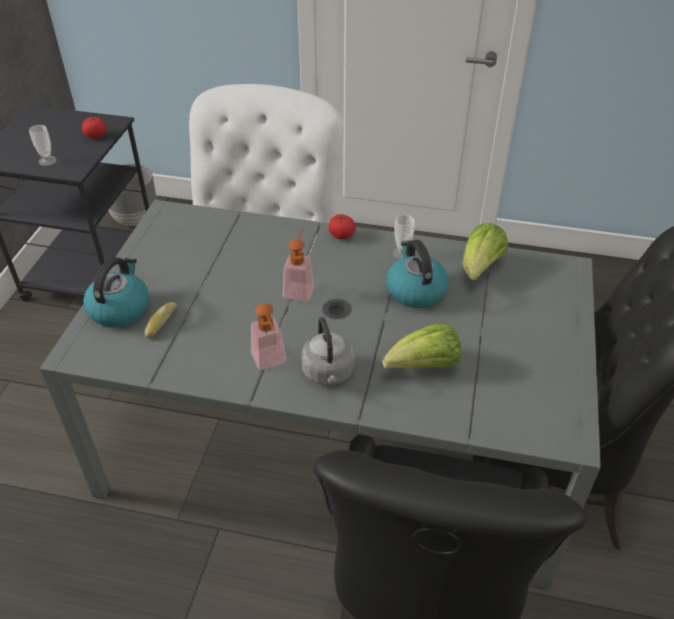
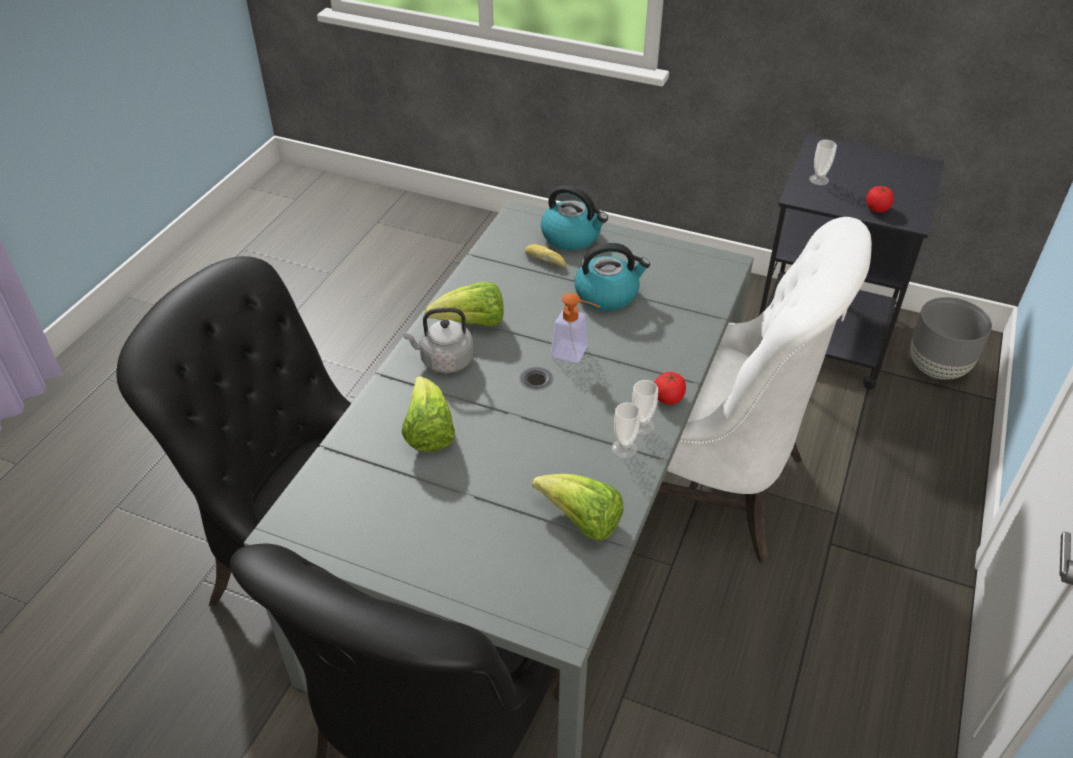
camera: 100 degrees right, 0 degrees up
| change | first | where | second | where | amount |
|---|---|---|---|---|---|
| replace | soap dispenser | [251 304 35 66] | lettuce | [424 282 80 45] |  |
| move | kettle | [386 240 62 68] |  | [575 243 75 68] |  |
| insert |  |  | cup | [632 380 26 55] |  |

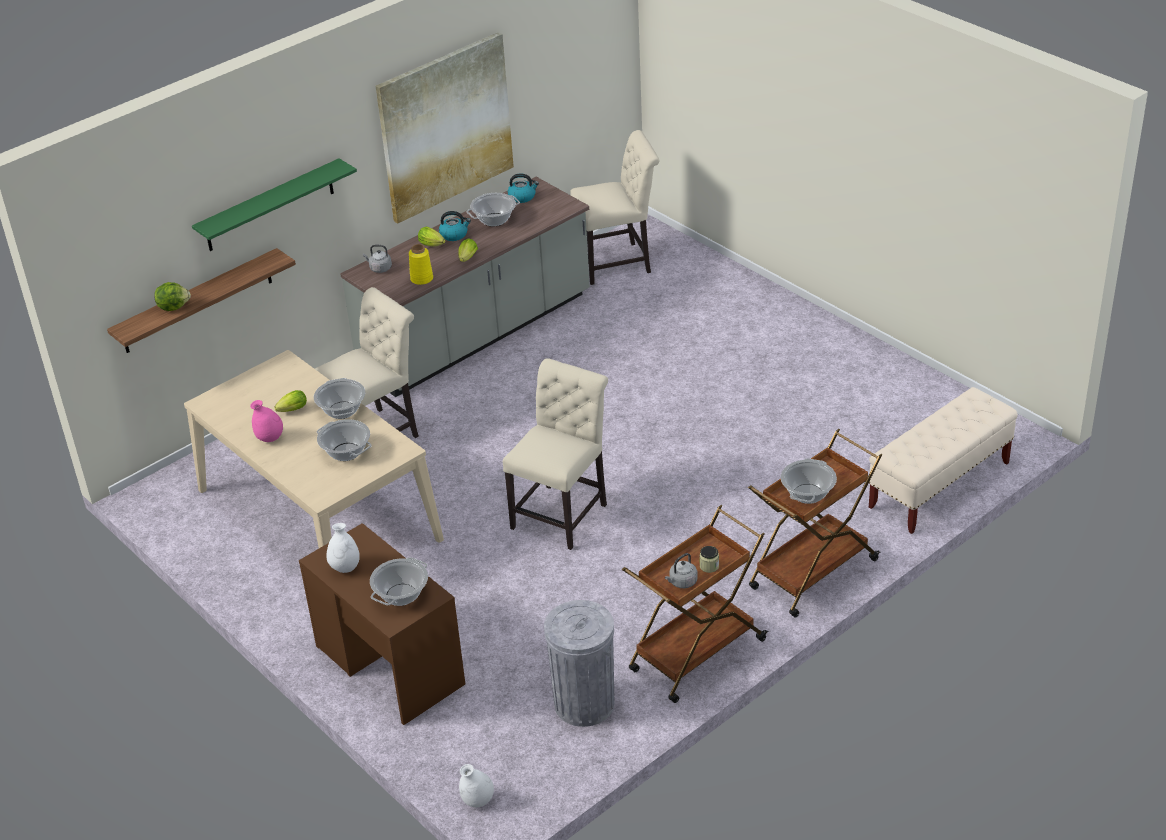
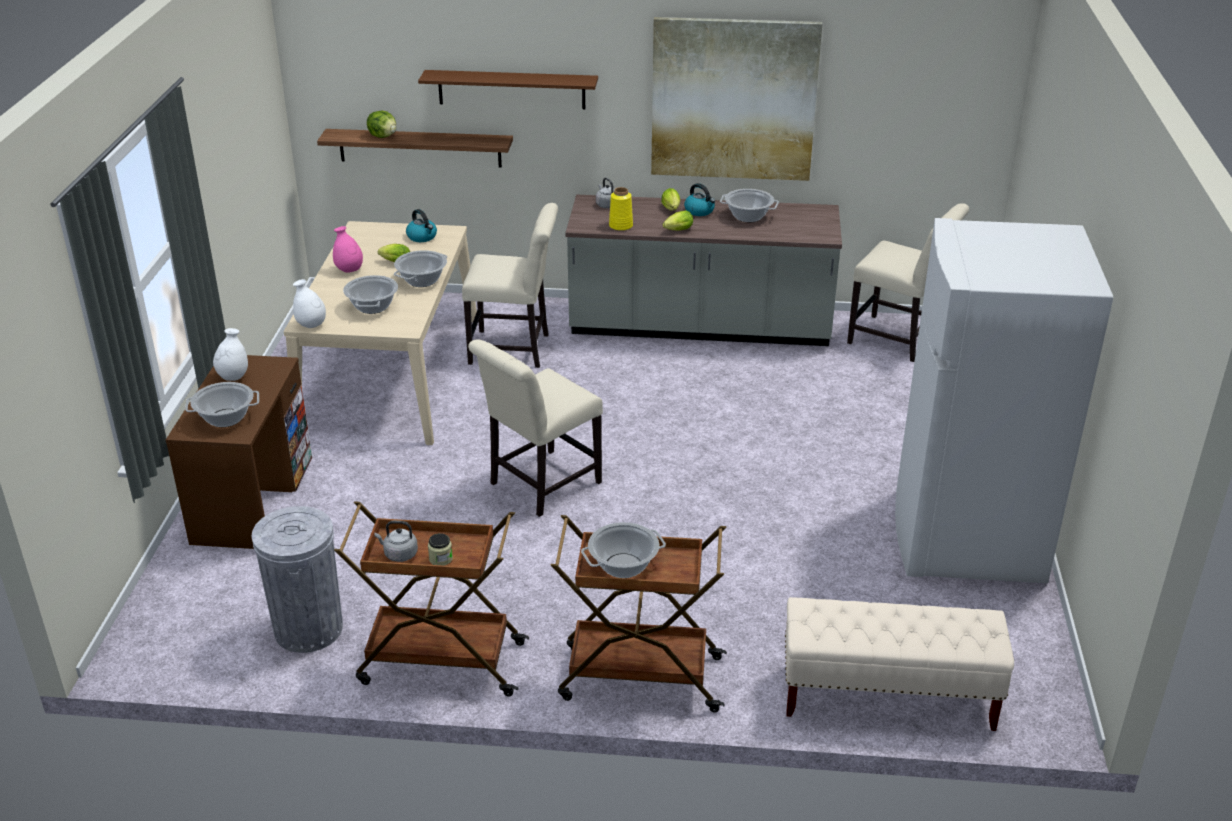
camera: 45 degrees right, 5 degrees down
| change | first | where | second | where | amount |
|---|---|---|---|---|---|
| recolor | green shelf | [192 158 165 93] | brown shelf | [418 70 180 39] |  |
| move | white vase | [459 764 35 43] |  | [293 279 33 49] |  |
| rotate | beige chair | [503 358 105 192] |  | [468 339 135 178] | 150 degrees clockwise |
| move | kettle | [508 173 31 30] |  | [406 209 31 33] |  |
| insert |  |  | white fridge | [895 218 218 365] |  |

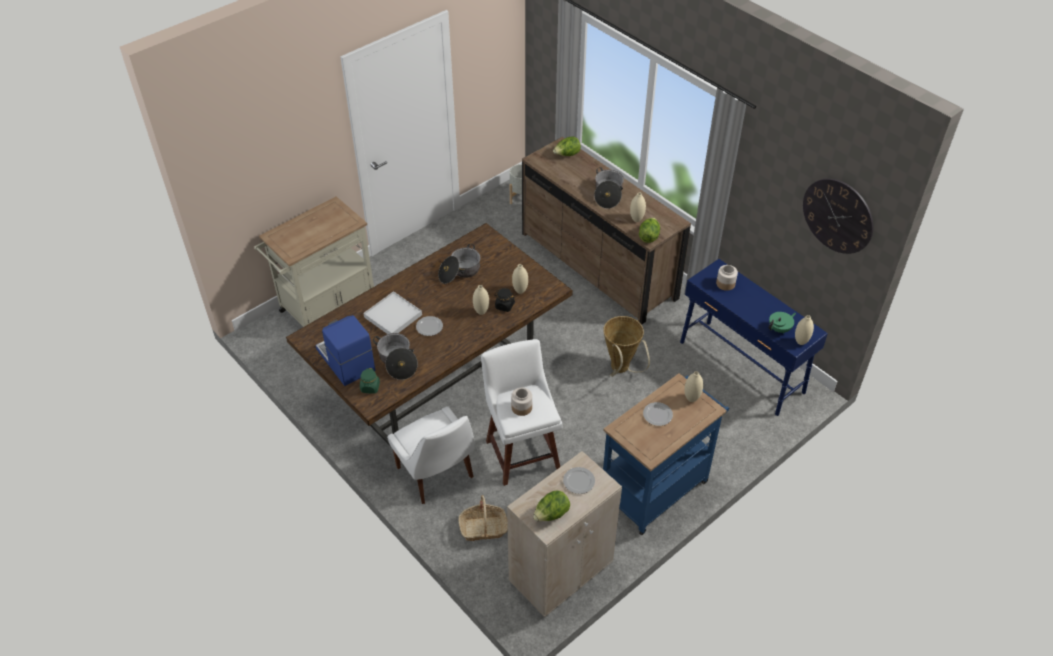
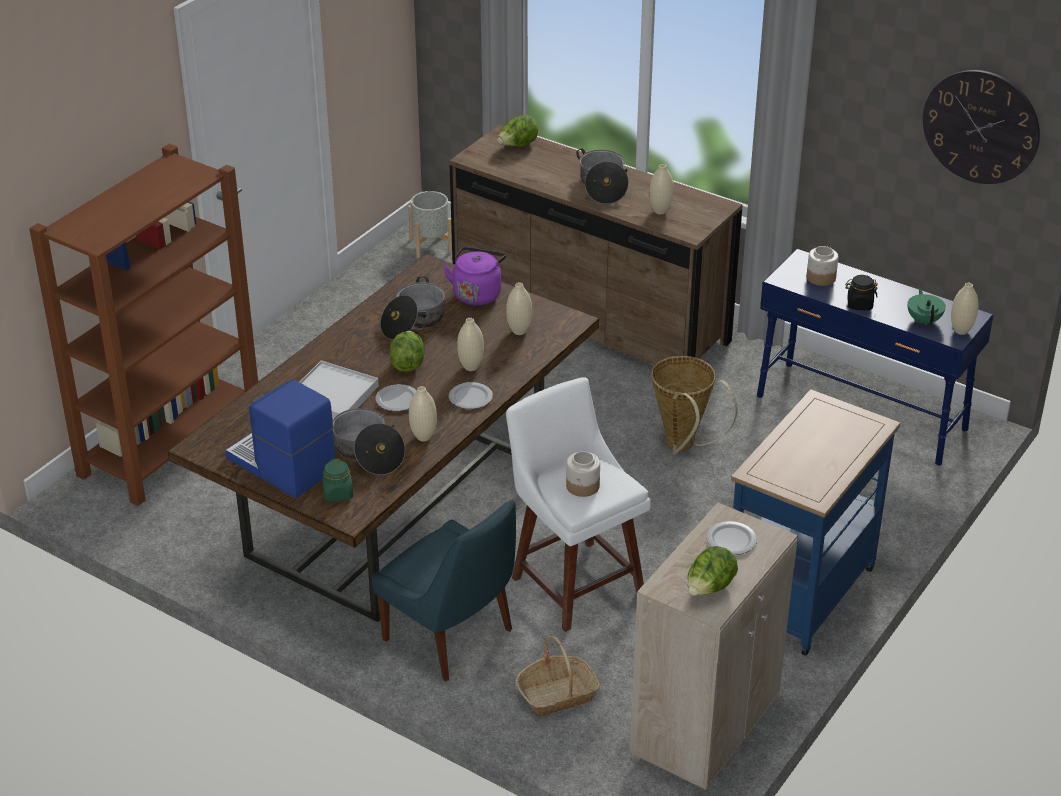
camera: 15 degrees left, 10 degrees down
| change | first | where | second | where | amount |
|---|---|---|---|---|---|
| replace | beige cart | [254 196 120 131] | brown bookcase | [29 144 229 362] |  |
| recolor | white chair | [387 406 87 98] | blue chair | [372 499 144 182] |  |
| move | black jar | [494 288 21 24] |  | [845 275 33 35] |  |
| move | lettuce | [639 217 21 26] |  | [389 331 36 41] |  |
| move | plate | [643 402 30 24] |  | [449 382 44 27] |  |
| move | beige vase | [684 371 19 31] |  | [409 386 28 56] |  |
| rotate | green teapot | [769 312 27 21] |  | [907 288 39 38] | 45 degrees counterclockwise |
| insert |  |  | purple kettle | [443 247 63 59] |  |

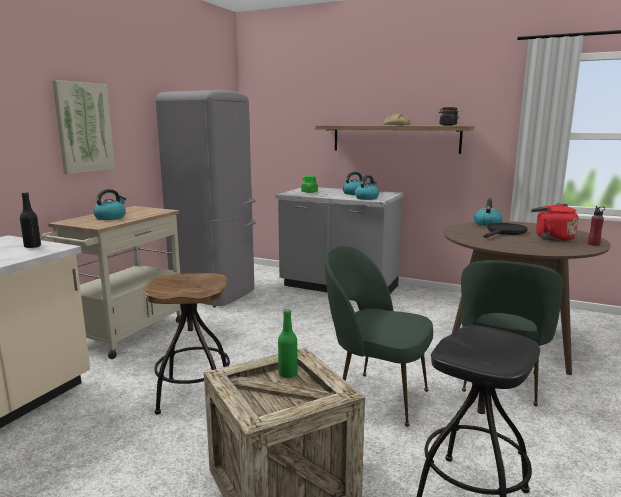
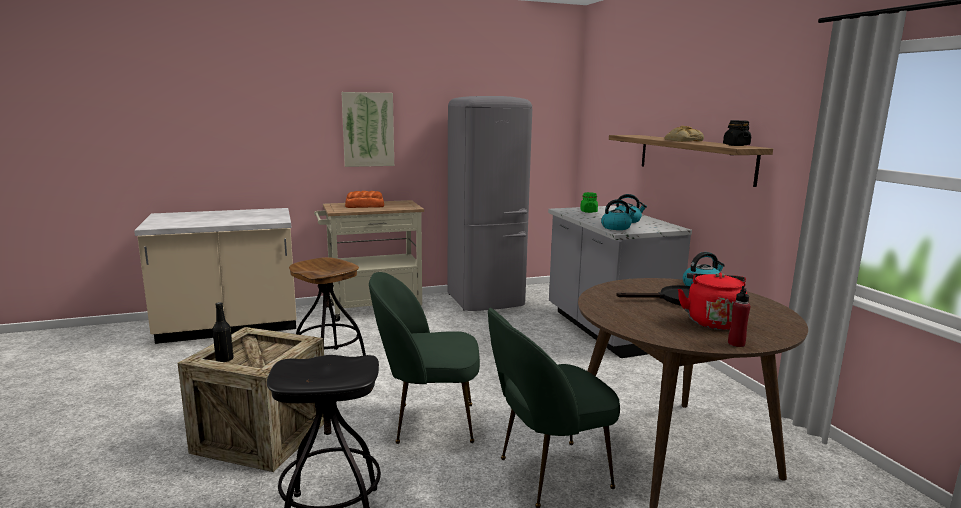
camera: 45 degrees right, 0 degrees up
| change | first | where | second | where | amount |
|---|---|---|---|---|---|
| move | black bottle | [20 192 21 56] |  | [213 302 21 60] |  |
| replace | kettle | [93 189 33 31] | bread | [345 191 39 17] |  |
| delete | green bottle | [278 309 20 69] |  |  |  |
| rotate | green chair | [325 246 108 181] |  | [369 272 111 172] | 75 degrees counterclockwise |

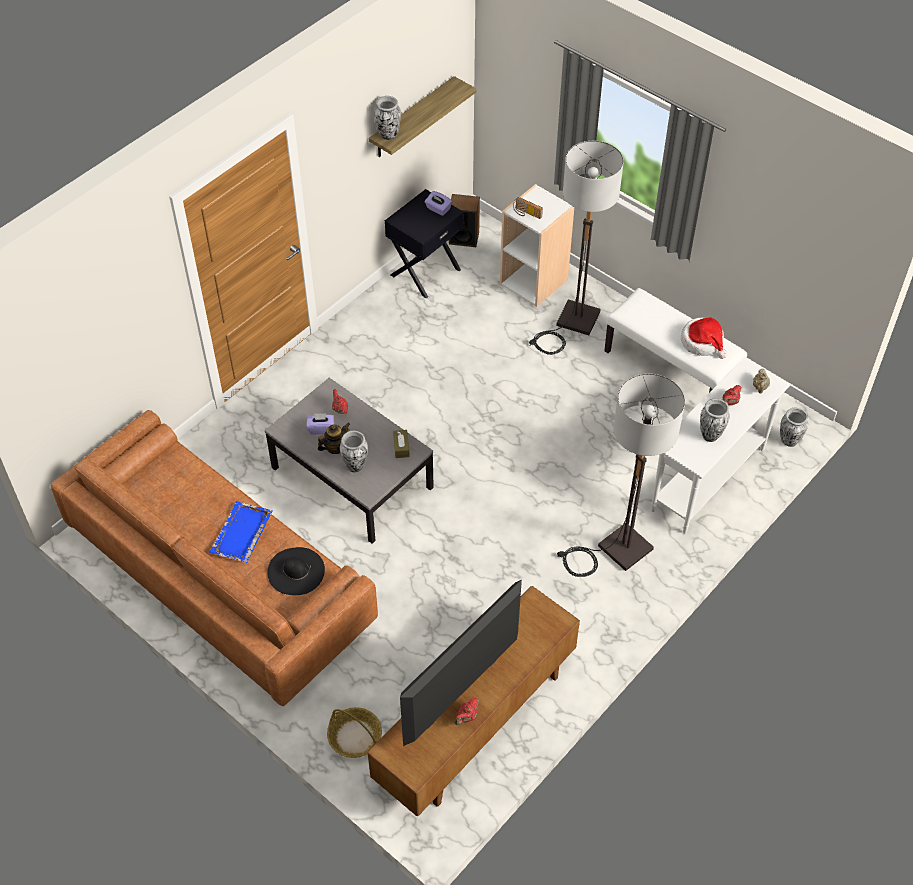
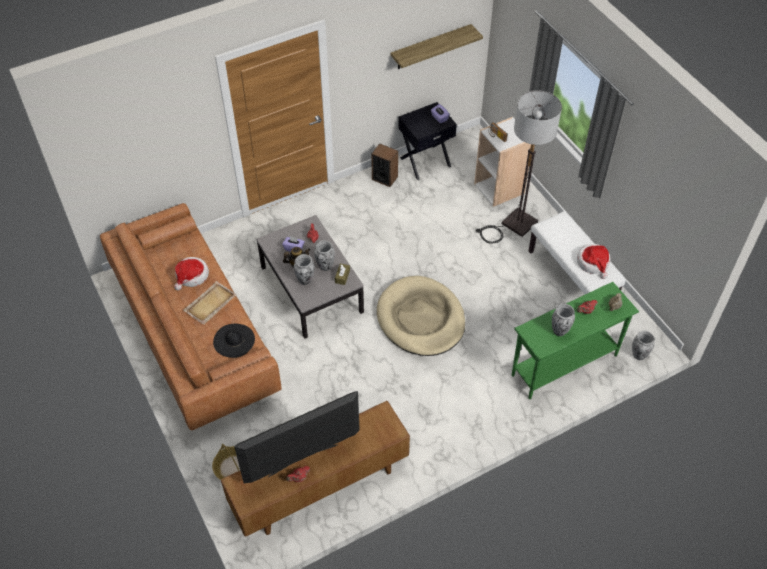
camera: 20 degrees right, 0 degrees up
| change | first | where | second | where | amount |
|---|---|---|---|---|---|
| recolor | blue tray | [209 501 64 62] | beige tray | [183 281 54 44] |  |
| move | vase | [374 96 27 44] |  | [314 240 21 31] |  |
| move | speaker | [449 194 31 53] |  | [371 143 27 44] |  |
| delete | floor lamp | [557 374 128 203] |  |  |  |
| recolor | white console table | [651 357 139 177] | green console table | [512 282 127 117] |  |
| insert |  |  | hat | [174 257 35 33] |  |
| insert |  |  | beige dog bed | [377 276 88 80] |  |

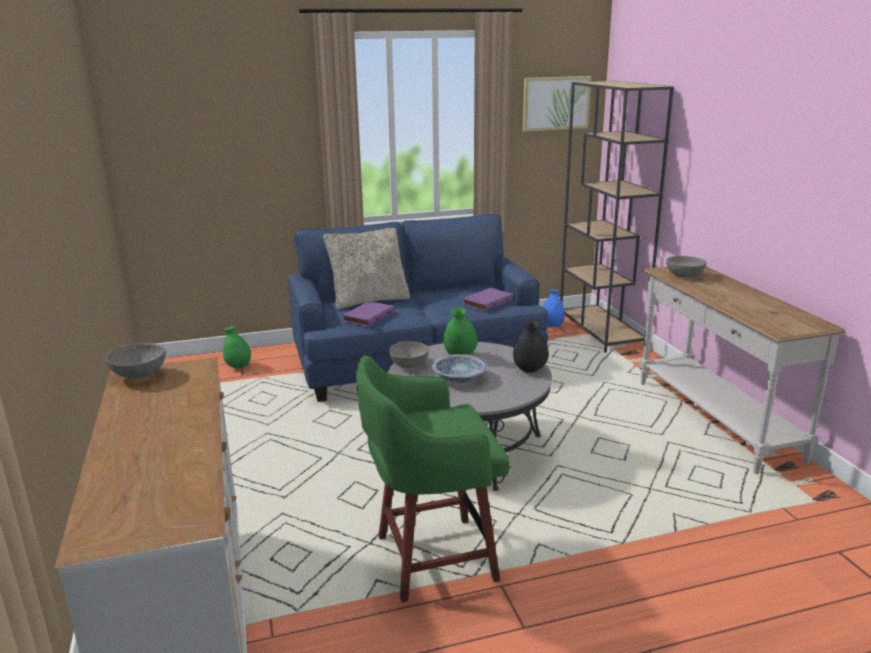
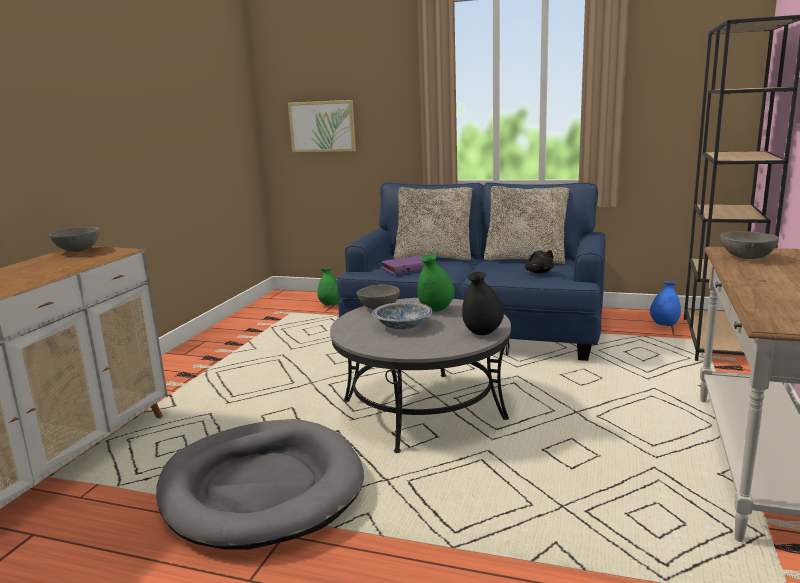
camera: 35 degrees right, 5 degrees down
| change | first | where | second | where | amount |
|---|---|---|---|---|---|
| replace | green stool | [356 355 154 247] | grey dog bed | [156 419 208 130] |  |
| replace | purple book | [463 288 50 23] | black plush toy | [525 250 29 23] |  |
| move | picture | [523 76 68 55] |  | [288 100 68 52] |  |
| insert |  |  | beige pillow | [484 186 85 78] |  |

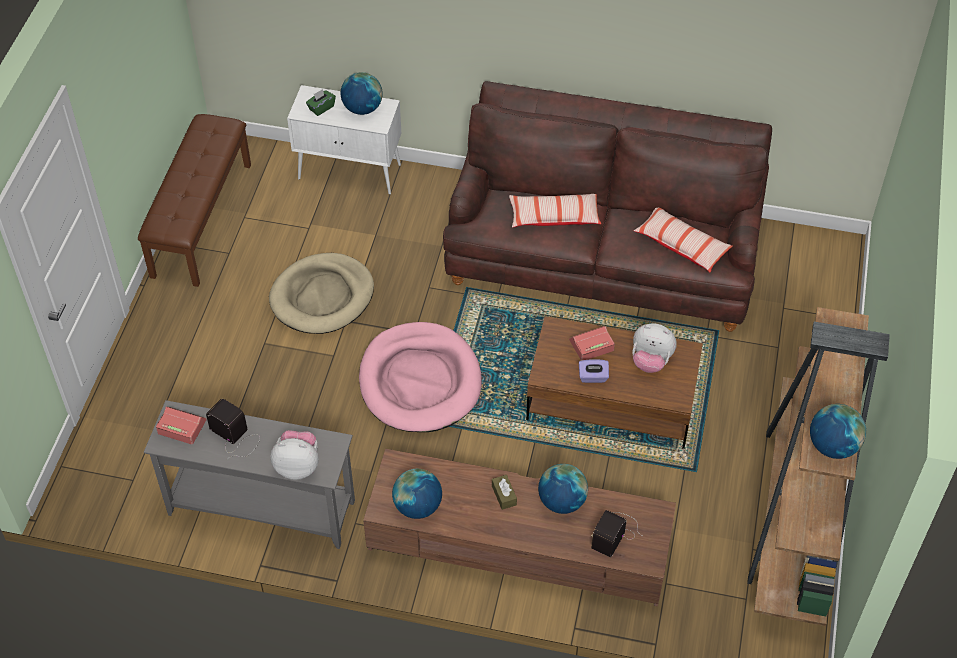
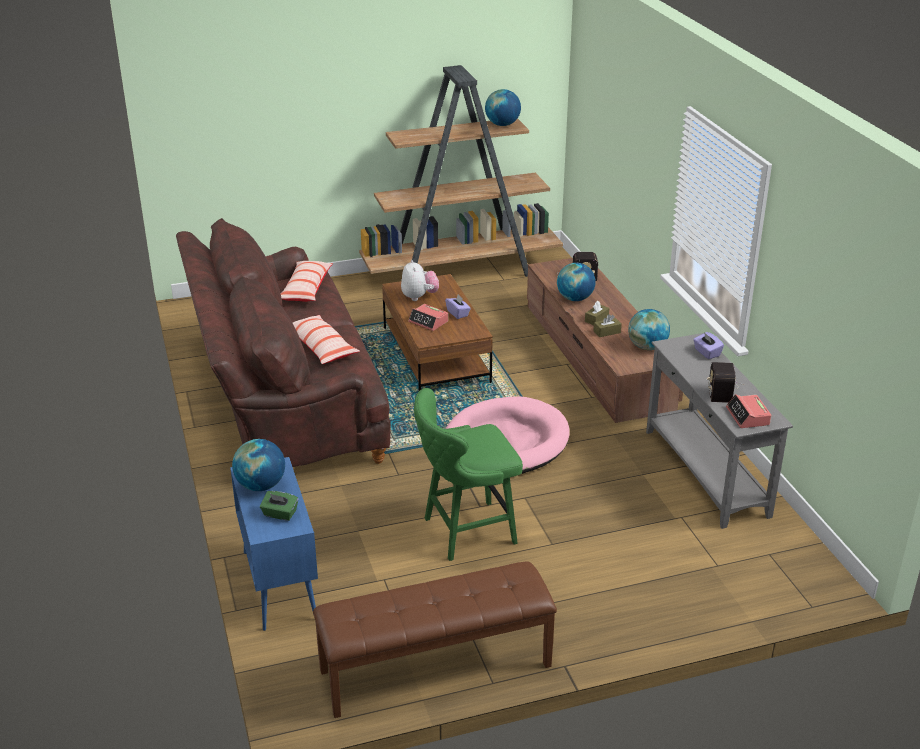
camera: 120 degrees left, 20 degrees down
| change | first | where | second | where | amount |
|---|---|---|---|---|---|
| replace | beige dog bed | [269 253 105 81] | green stool | [414 388 109 173] |  |
| replace | plush toy | [270 430 49 50] | purple tissue box | [693 332 31 27] |  |
| recolor | white cabinet | [287 85 114 109] | blue cabinet | [230 457 88 174] |  |
| insert |  |  | brown tissue box | [593 314 29 23] |  |

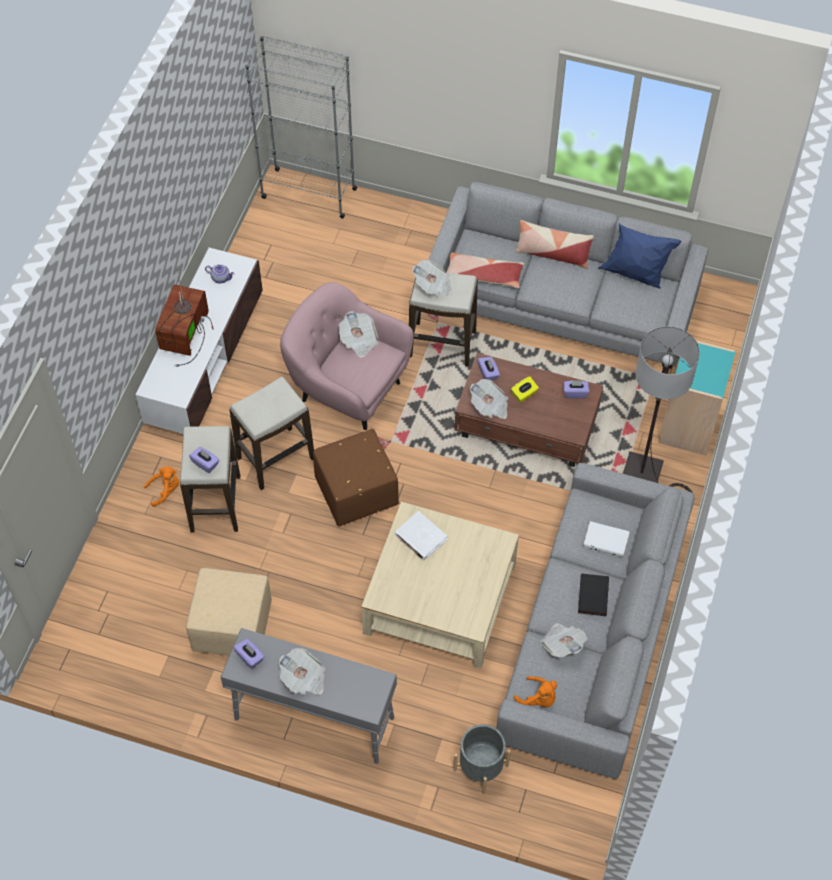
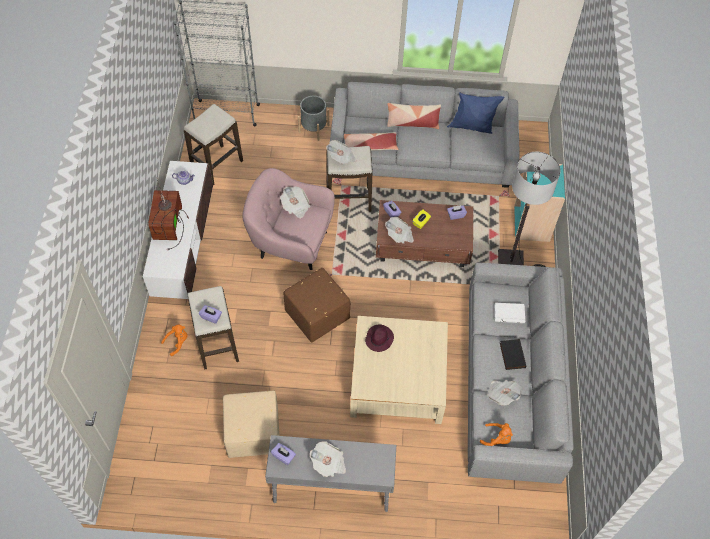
camera: 15 degrees left, 0 degrees up
| change | first | where | second | where | amount |
|---|---|---|---|---|---|
| move | stool | [229 377 85 113] |  | [184 104 59 81] |  |
| replace | white book | [395 511 53 49] | purple hat | [365 325 29 27] |  |
| move | grey planter | [453 724 58 70] |  | [298 96 31 45] |  |

